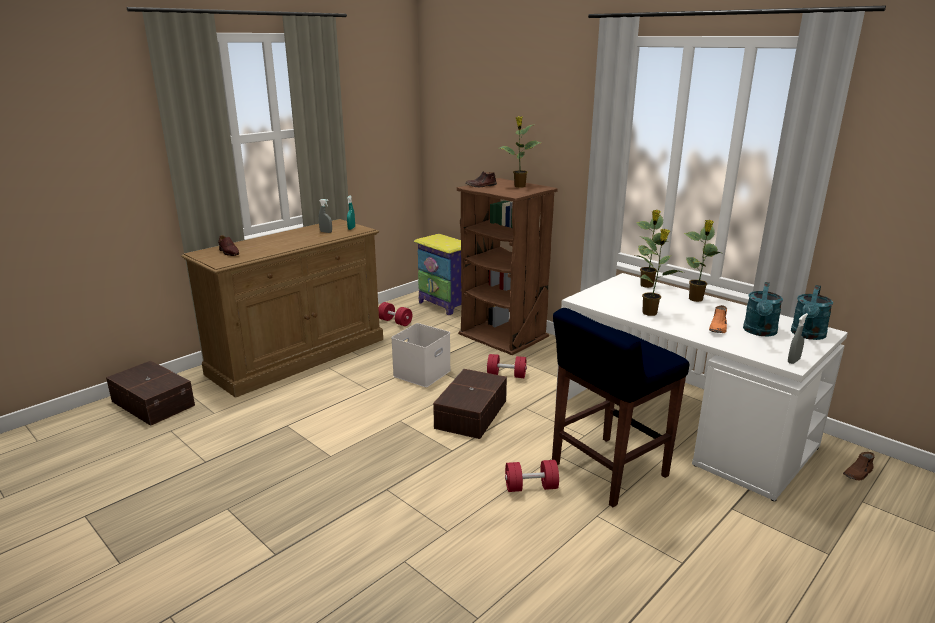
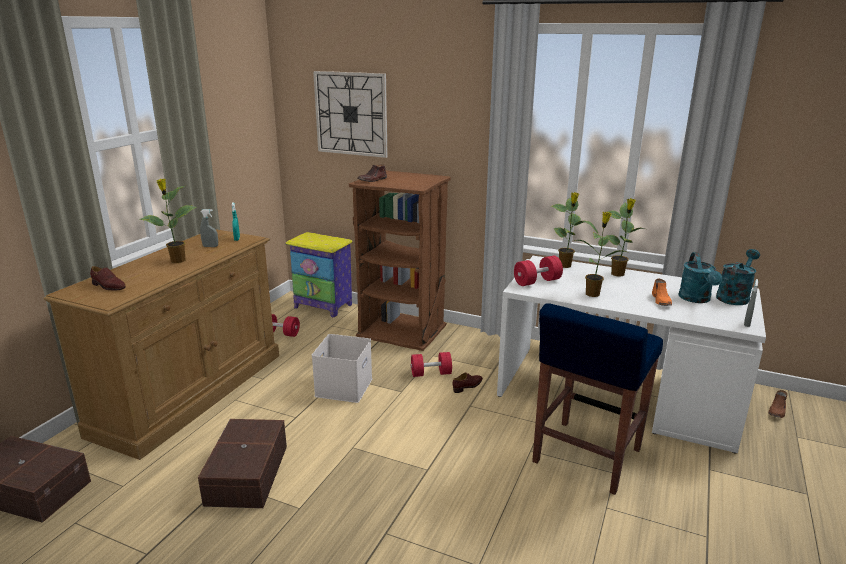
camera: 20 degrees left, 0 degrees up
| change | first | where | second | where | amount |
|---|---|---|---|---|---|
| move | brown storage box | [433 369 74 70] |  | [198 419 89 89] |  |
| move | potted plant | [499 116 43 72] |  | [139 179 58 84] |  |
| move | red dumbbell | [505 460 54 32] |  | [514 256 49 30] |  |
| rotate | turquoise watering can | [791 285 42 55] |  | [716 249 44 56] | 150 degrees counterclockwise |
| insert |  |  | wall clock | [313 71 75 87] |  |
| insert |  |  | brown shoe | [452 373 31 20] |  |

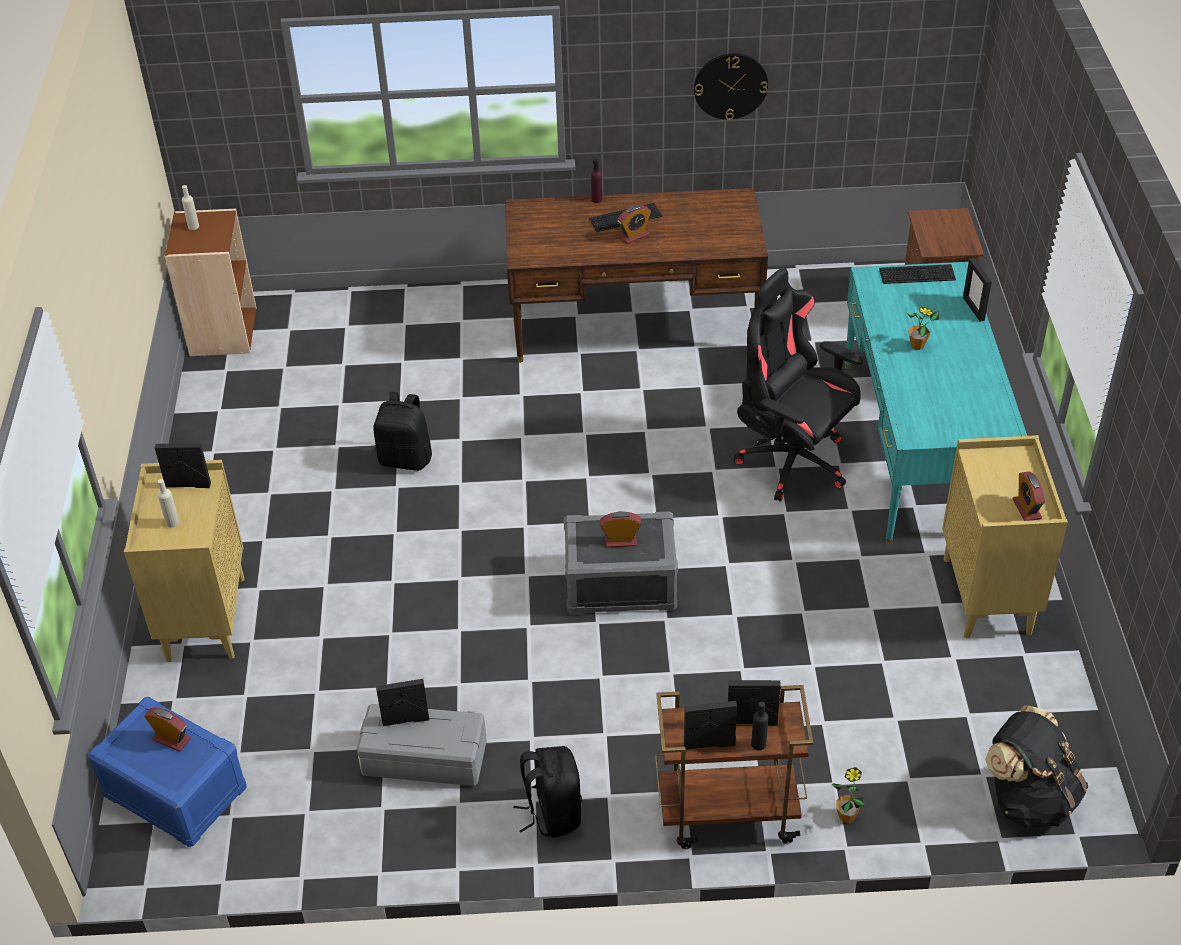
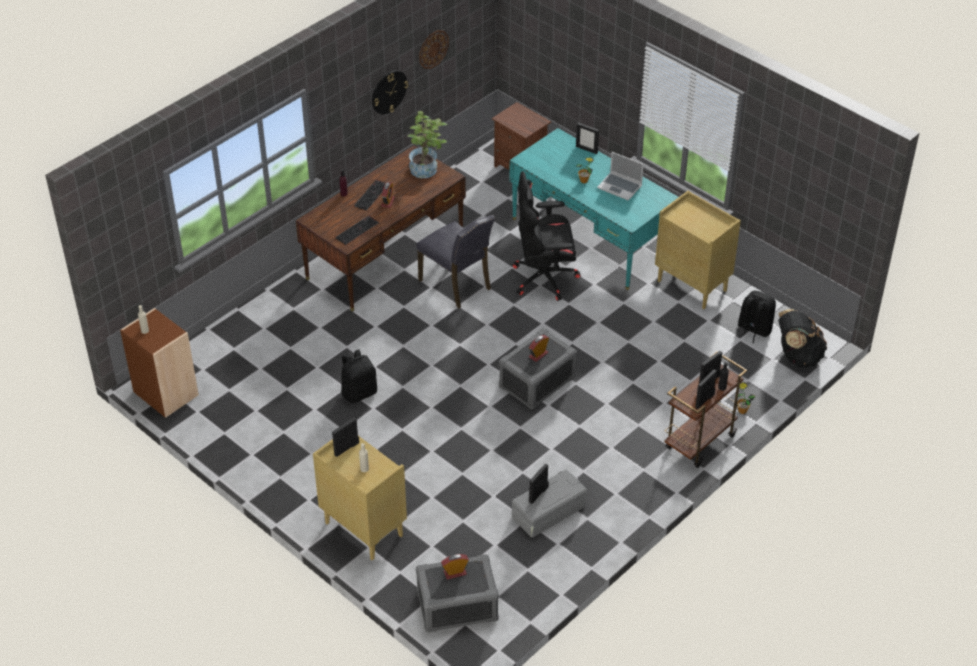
camera: 45 degrees left, 0 degrees up
| change | first | where | second | where | amount |
|---|---|---|---|---|---|
| recolor | blue storage box | [88 697 159 150] | grey storage box | [416 554 83 79] |  |
| move | black backpack | [513 746 69 92] |  | [738 290 38 53] |  |
| move | keyboard | [879 264 77 20] |  | [335 215 44 30] |  |
| delete | alarm clock | [1013 471 32 50] |  |  |  |
| insert |  |  | potted plant | [407 111 40 67] |  |
| insert |  |  | grey chair | [416 215 79 93] |  |
| insert |  |  | wall clock | [419 30 30 39] |  |
| insert |  |  | laptop | [597 152 47 49] |  |

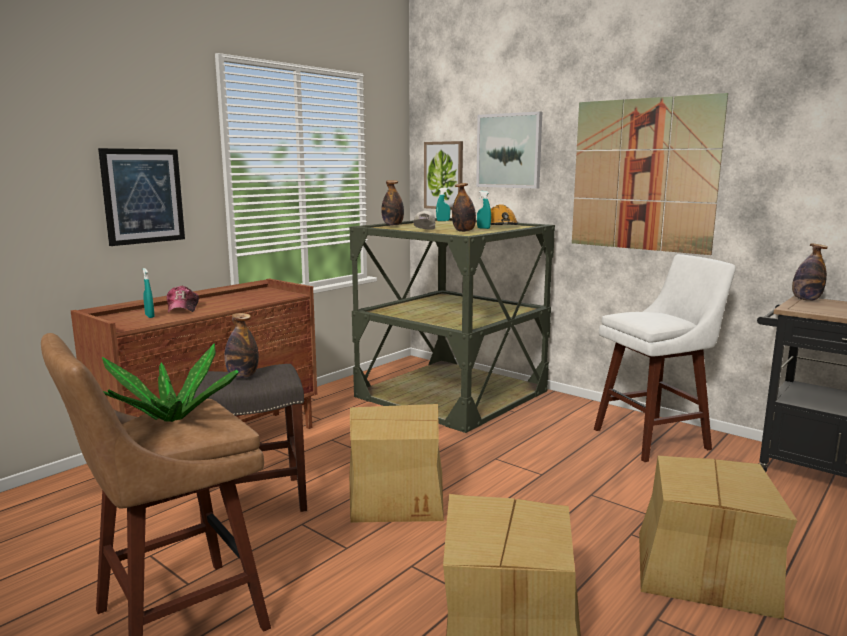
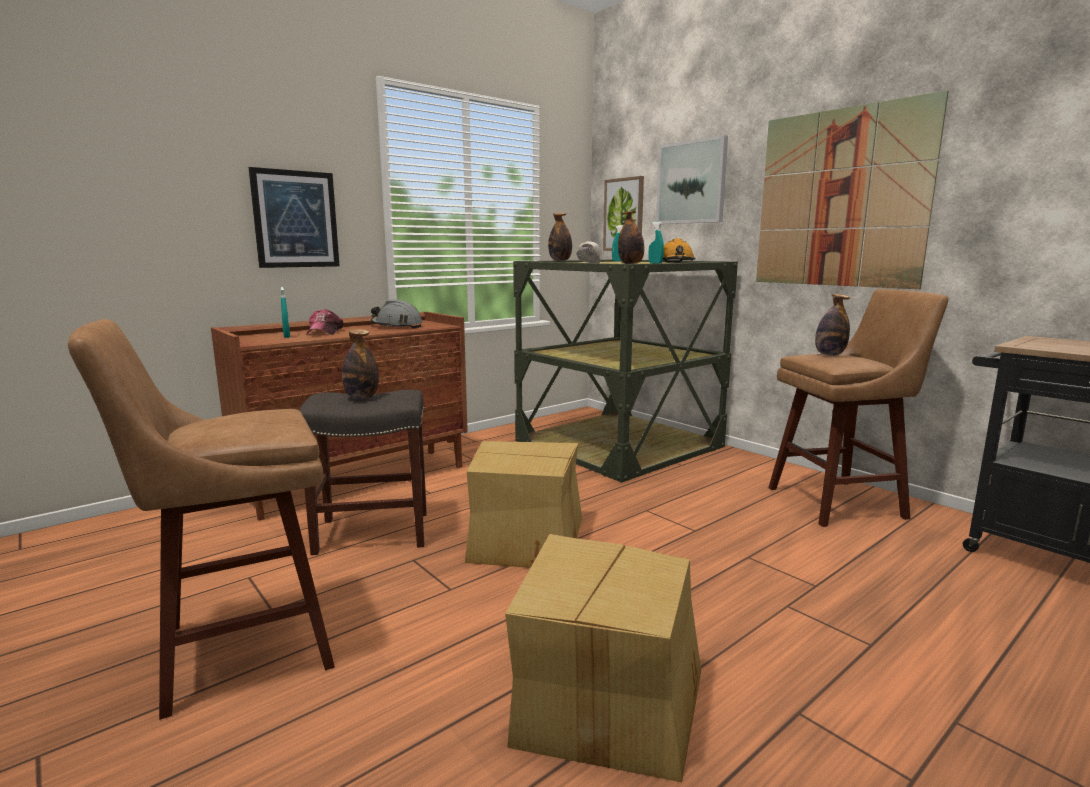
camera: 10 degrees right, 0 degrees up
| change | first | where | second | where | amount |
|---|---|---|---|---|---|
| delete | potted plant | [102 343 137 79] |  |  |  |
| recolor | white stool | [594 254 142 208] | brown stool | [769 289 179 238] |  |
| delete | cardboard box | [639 456 158 163] |  |  |  |
| move | bottle | [792 244 36 57] |  | [815 294 35 62] |  |
| insert |  |  | grey hard hat | [371 300 52 28] |  |

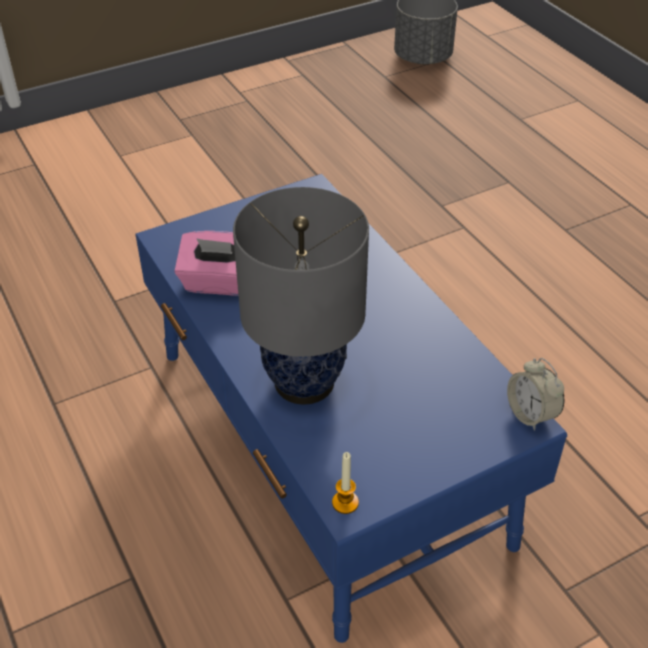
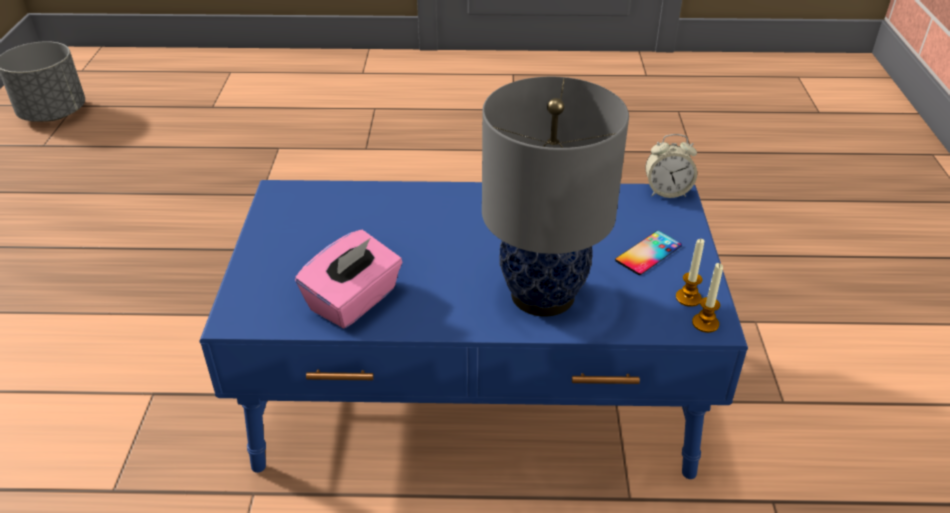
camera: 60 degrees left, 5 degrees down
| change | first | where | second | where | amount |
|---|---|---|---|---|---|
| insert |  |  | phone | [615 231 67 44] |  |
| insert |  |  | candle | [676 239 28 68] |  |

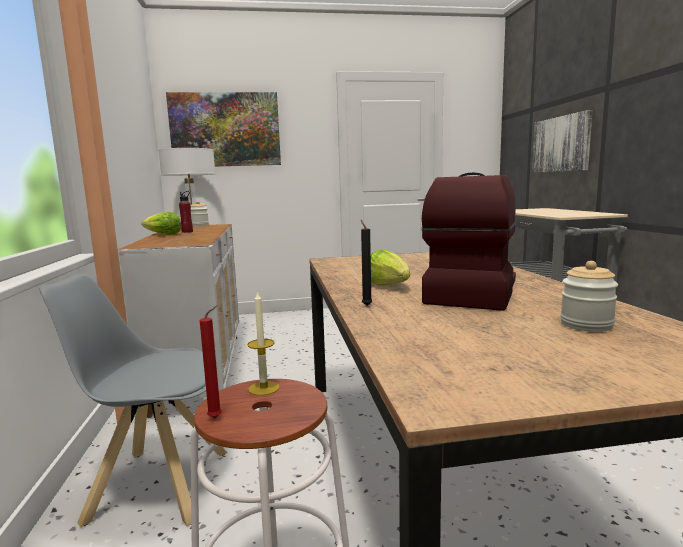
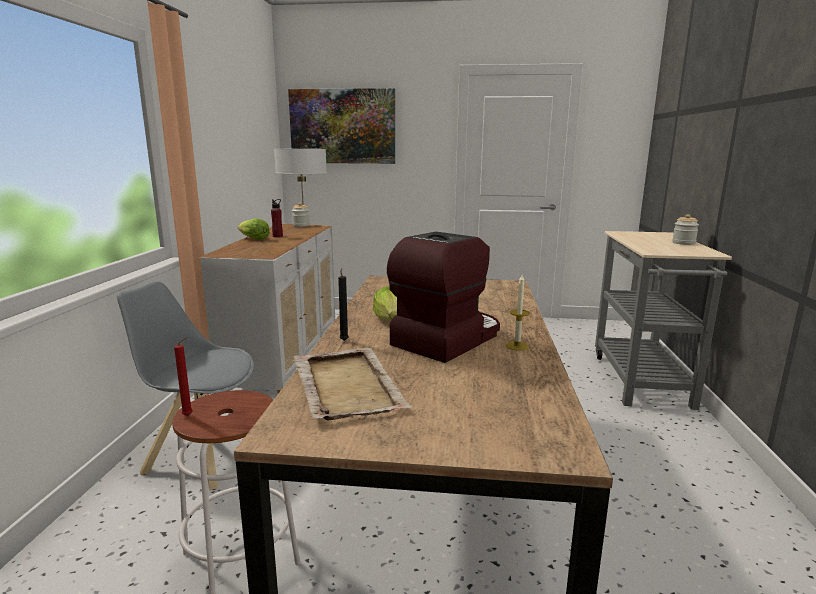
camera: 15 degrees right, 5 degrees up
| change | first | where | second | where | amount |
|---|---|---|---|---|---|
| move | candle | [247 291 33 105] |  | [506 275 24 76] |  |
| delete | picture | [532 110 61 63] |  |  |  |
| move | jar | [560 261 58 71] |  | [672 214 27 31] |  |
| insert |  |  | beige tray | [293 347 120 73] |  |

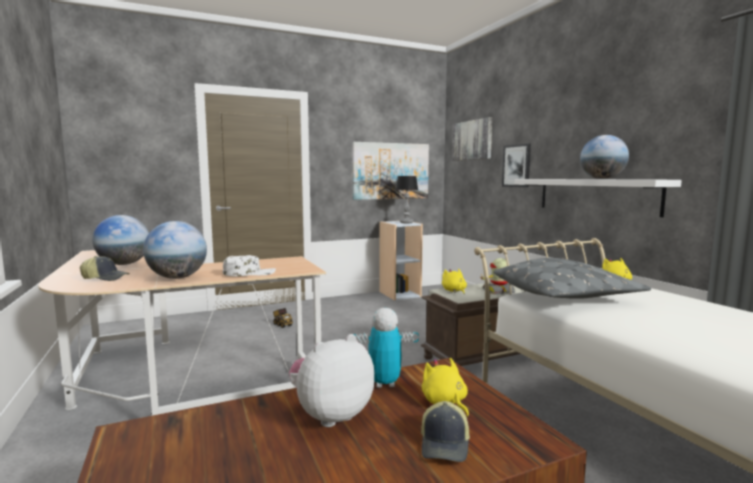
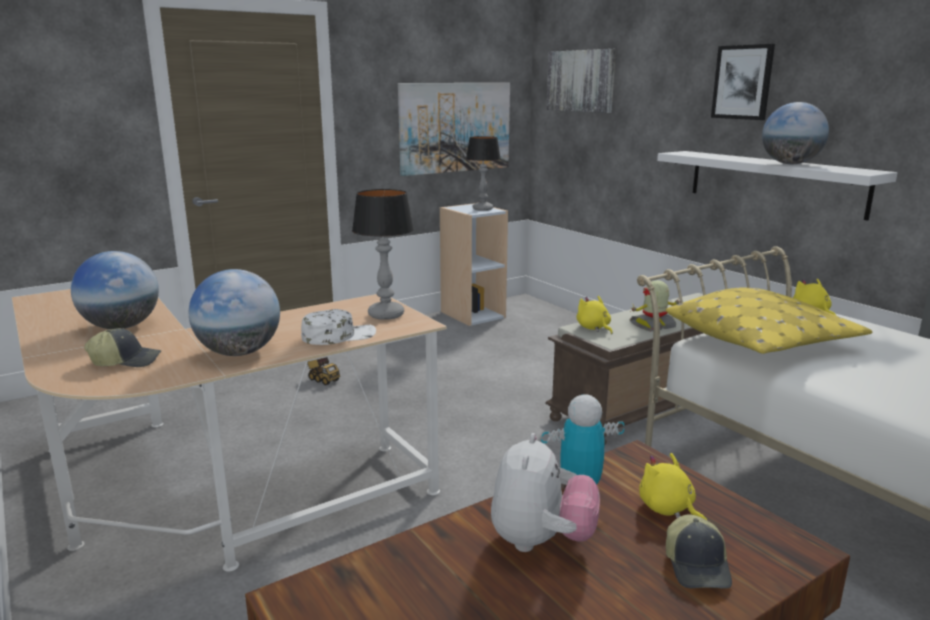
camera: 10 degrees left, 10 degrees up
| change | first | where | second | where | amount |
|---|---|---|---|---|---|
| rotate | plush toy | [289 334 85 93] |  | [491 433 109 119] | 150 degrees clockwise |
| recolor | grey pillow | [493 258 158 41] | yellow pillow | [666 288 207 66] |  |
| move | picture | [502 143 29 44] |  | [711 44 64 76] |  |
| insert |  |  | table lamp | [352 189 62 131] |  |

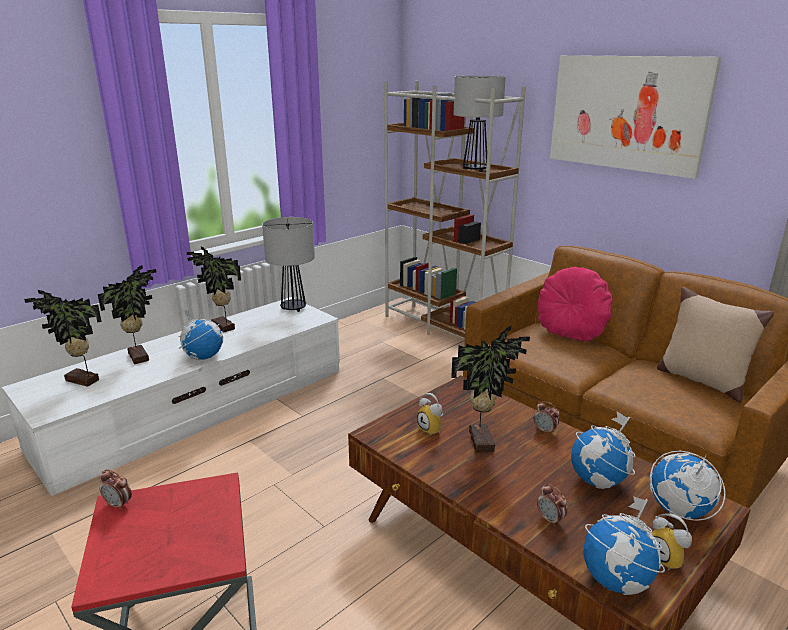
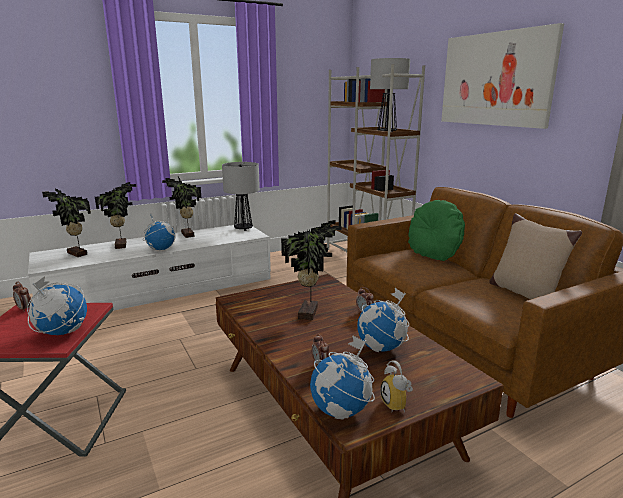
camera: 15 degrees right, 5 degrees down
| change | first | where | second | where | amount |
|---|---|---|---|---|---|
| delete | alarm clock | [417 393 26 43] |  |  |  |
| recolor | pink pillow | [538 267 75 75] | green pillow | [408 200 57 61] |  |
| move | globe | [650 451 75 70] |  | [27 276 60 59] |  |

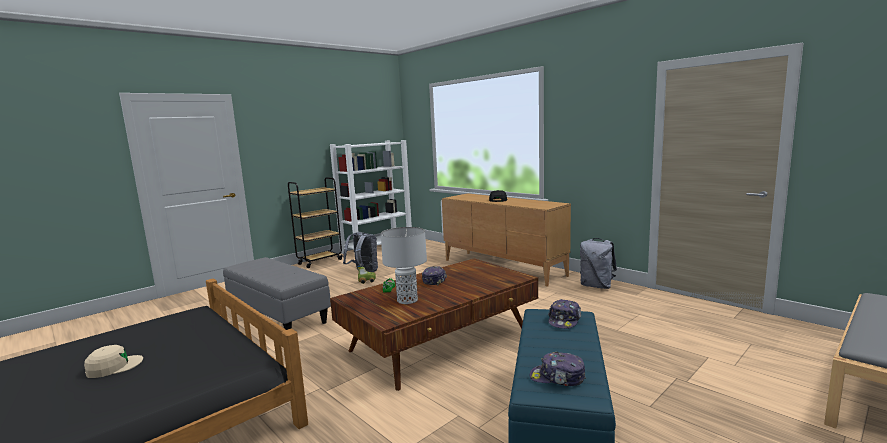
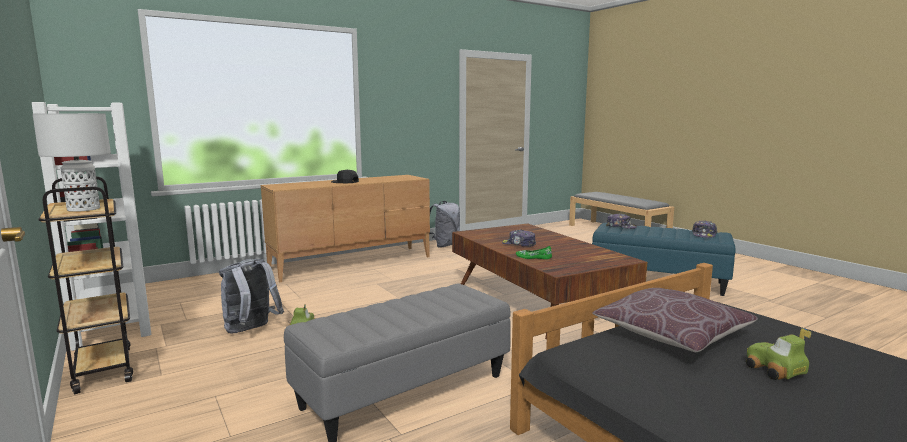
camera: 80 degrees left, 0 degrees up
| change | first | where | second | where | amount |
|---|---|---|---|---|---|
| replace | beige cap | [84 345 59 33] | toy car | [746 328 66 52] |  |
| move | white table lamp | [381 227 46 77] |  | [32 113 79 99] |  |
| insert |  |  | brown pillow | [592 288 166 64] |  |

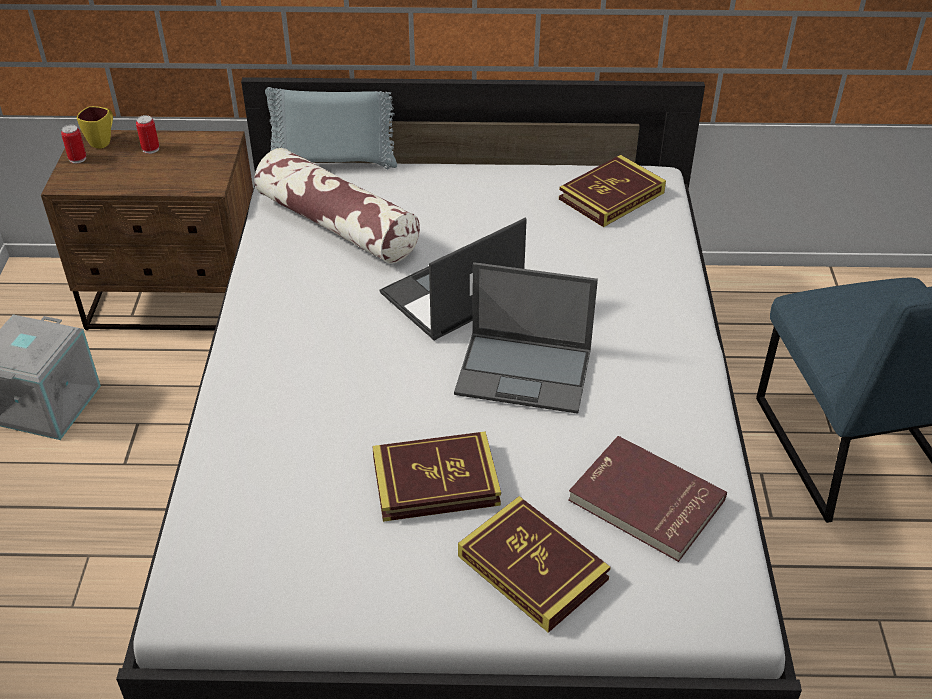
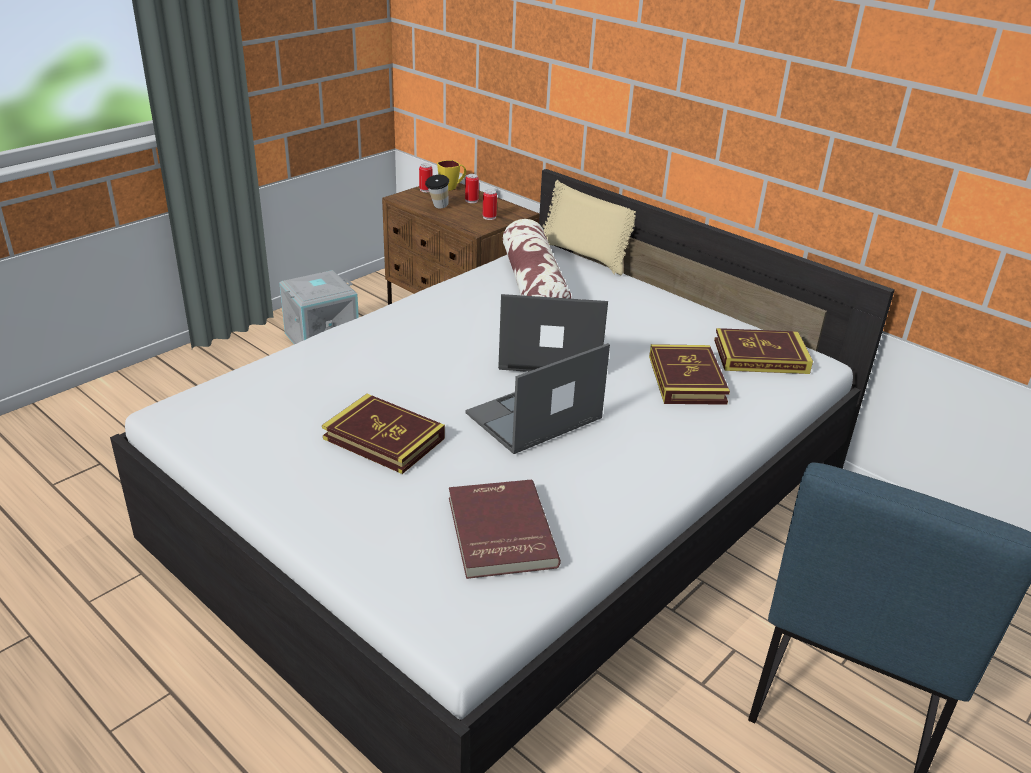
camera: 40 degrees right, 10 degrees down
| change | first | where | second | where | amount |
|---|---|---|---|---|---|
| recolor | blue pillow | [265 87 132 82] | beige pillow | [543 180 93 95] |  |
| rotate | laptop | [454 262 144 152] |  | [465 343 145 111] | 90 degrees clockwise |
| move | book | [458 496 152 137] |  | [649 344 81 61] |  |
| insert |  |  | cup | [425 175 24 33] |  |
| insert |  |  | can | [483 190 14 30] |  |

